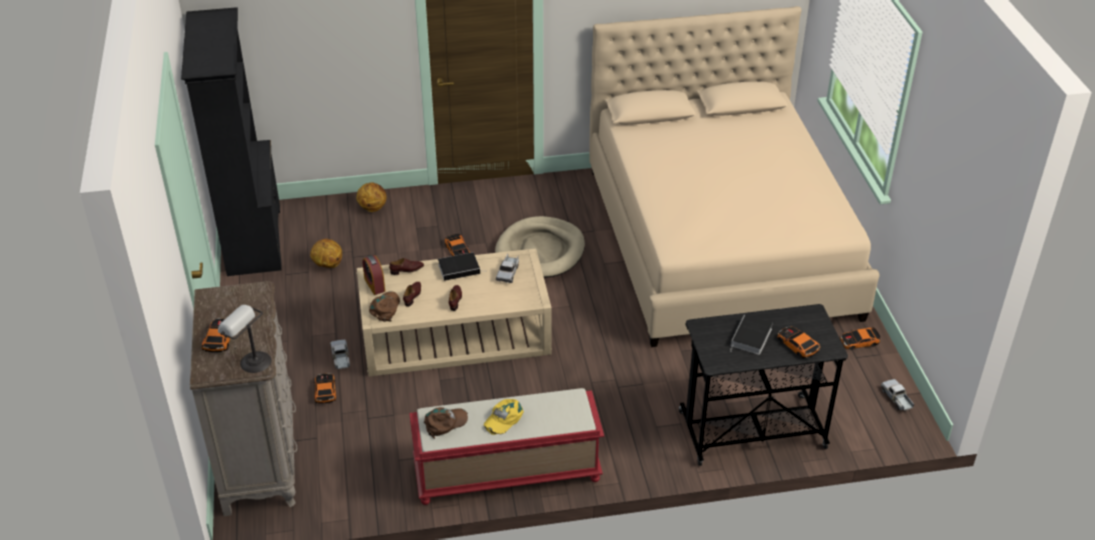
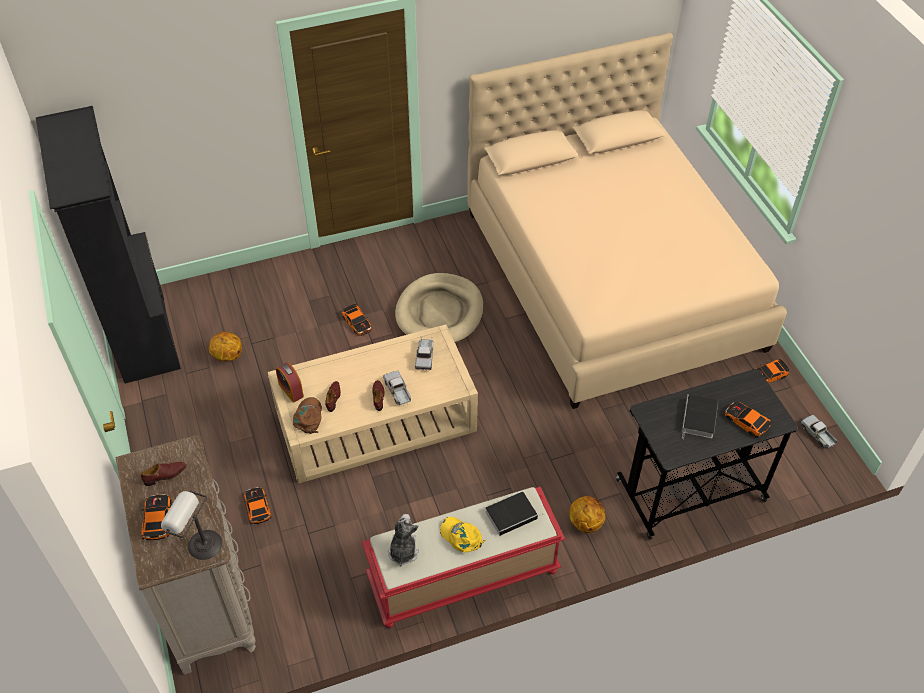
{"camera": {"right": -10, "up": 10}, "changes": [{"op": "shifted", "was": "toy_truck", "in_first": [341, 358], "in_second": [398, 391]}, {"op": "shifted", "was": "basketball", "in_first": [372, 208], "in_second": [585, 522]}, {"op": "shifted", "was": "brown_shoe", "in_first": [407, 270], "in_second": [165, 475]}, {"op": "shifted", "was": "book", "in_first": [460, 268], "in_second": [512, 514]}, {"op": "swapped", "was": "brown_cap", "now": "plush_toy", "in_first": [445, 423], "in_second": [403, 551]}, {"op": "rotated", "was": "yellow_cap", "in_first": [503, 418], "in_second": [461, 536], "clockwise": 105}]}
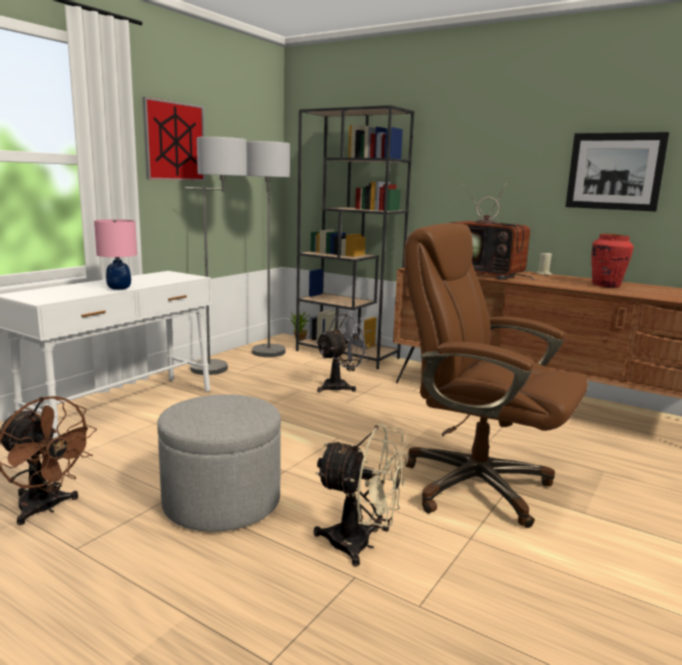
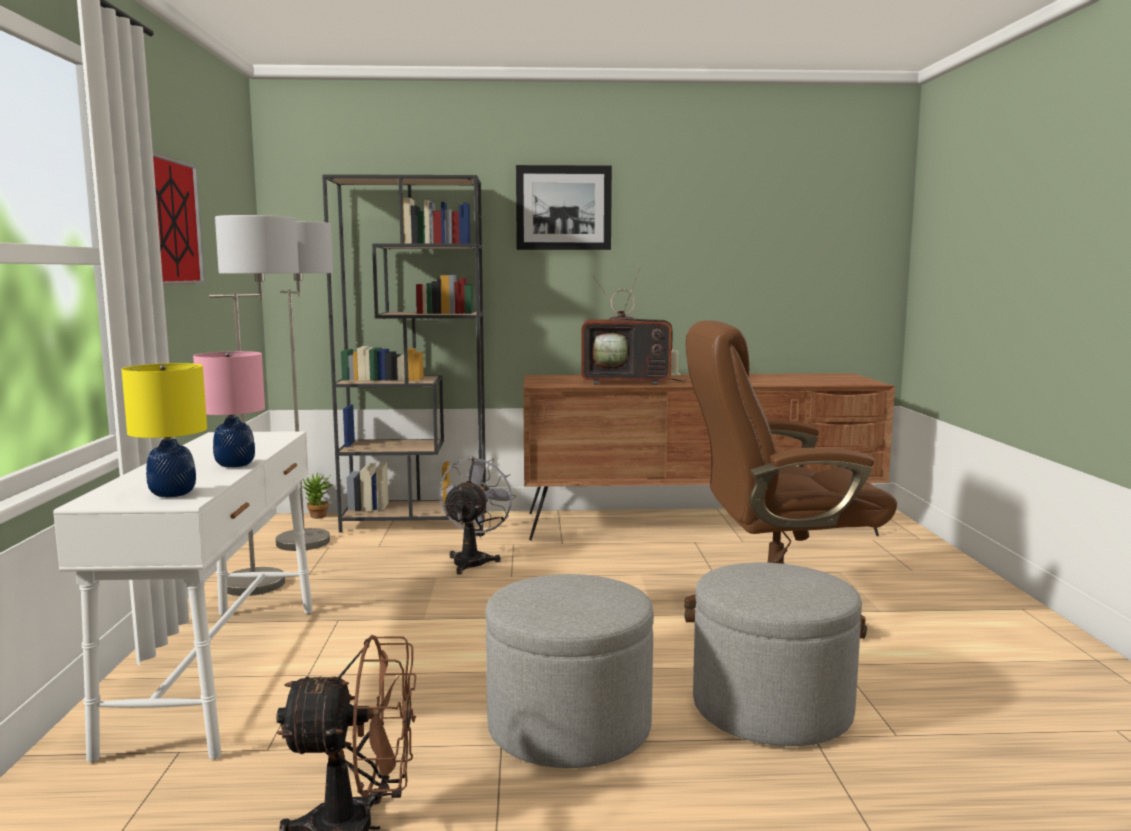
{"camera": {"right": -35, "up": -5}, "changes": [{"op": "gone", "was": "red_vase", "in_first": [606, 285]}, {"op": "new", "now": "yellow_table_lamp", "in_second": [171, 495]}, {"op": "shifted", "was": "picture", "in_first": [614, 171], "in_second": [563, 208]}, {"op": "swapped", "was": "beige_fan", "now": "grey_ottoman", "in_first": [361, 545], "in_second": [771, 708]}]}
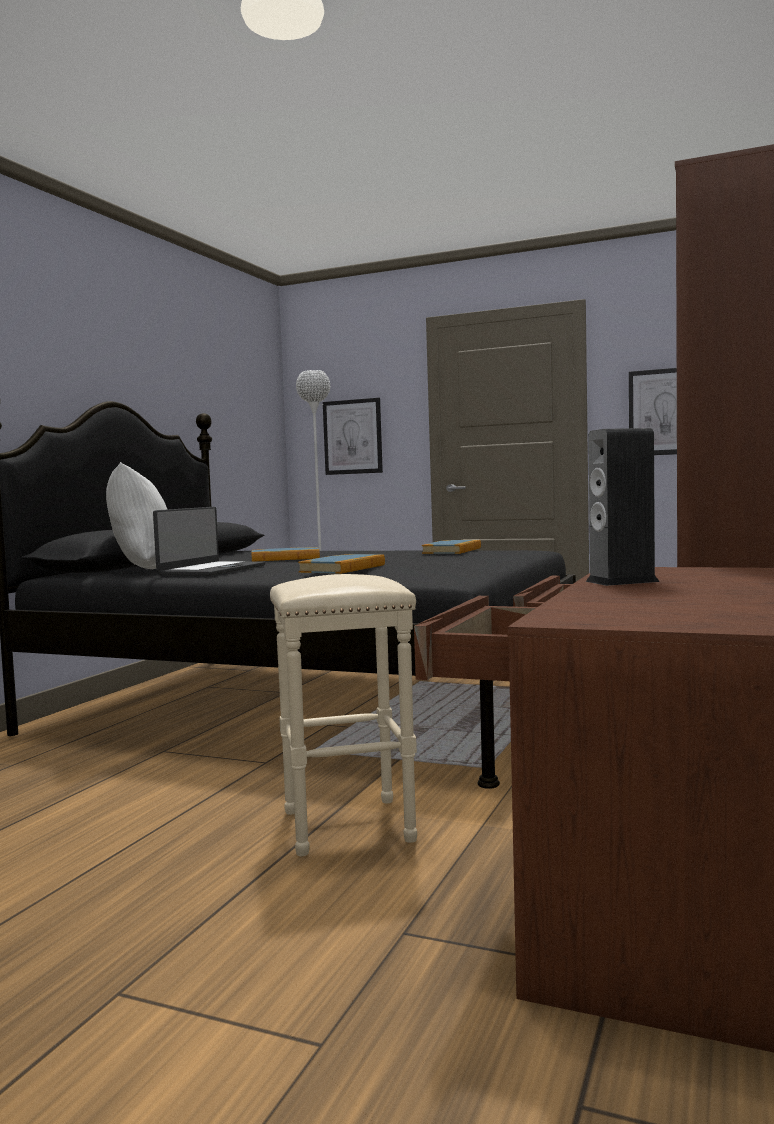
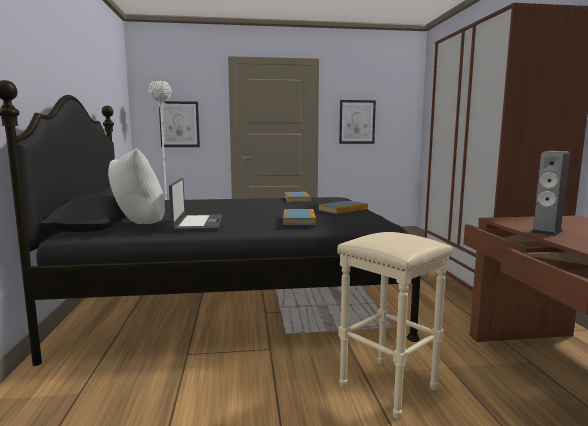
{"camera": {"right": -30, "up": 5}, "changes": [{"op": "shifted", "was": "book", "in_first": [285, 558], "in_second": [343, 209]}]}
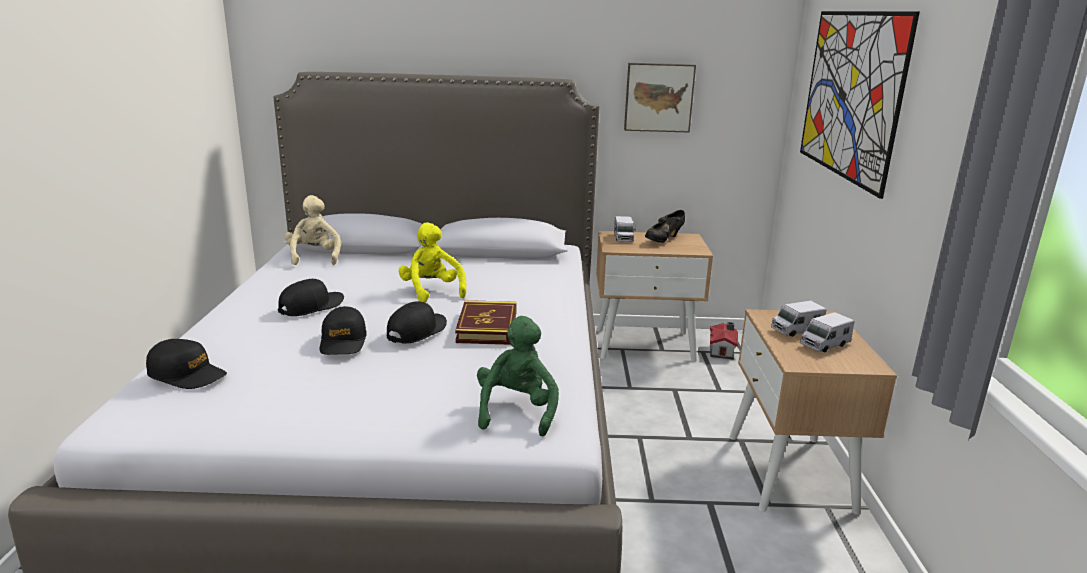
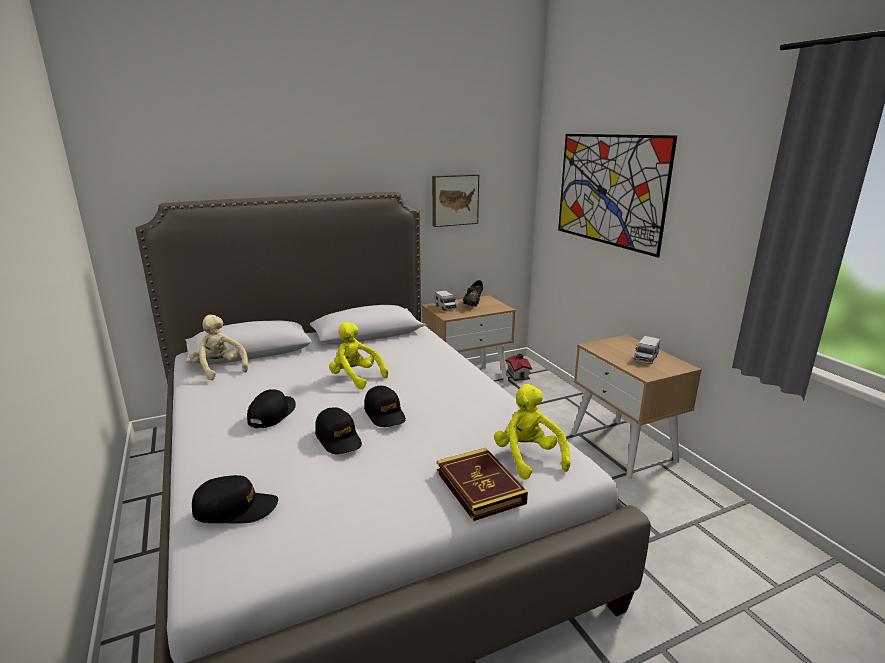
{"camera": {"right": -25, "up": 0}, "changes": [{"op": "gone", "was": "toy_truck", "in_first": [796, 330]}, {"op": "shifted", "was": "book", "in_first": [487, 327], "in_second": [479, 487]}, {"op": "repainted", "was": "green_plush_toy", "now": "yellow_plush_toy", "in_first": [517, 411], "in_second": [528, 457]}, {"op": "rotated", "was": "black_cap", "in_first": [417, 331], "in_second": [385, 414], "clockwise": 150}]}
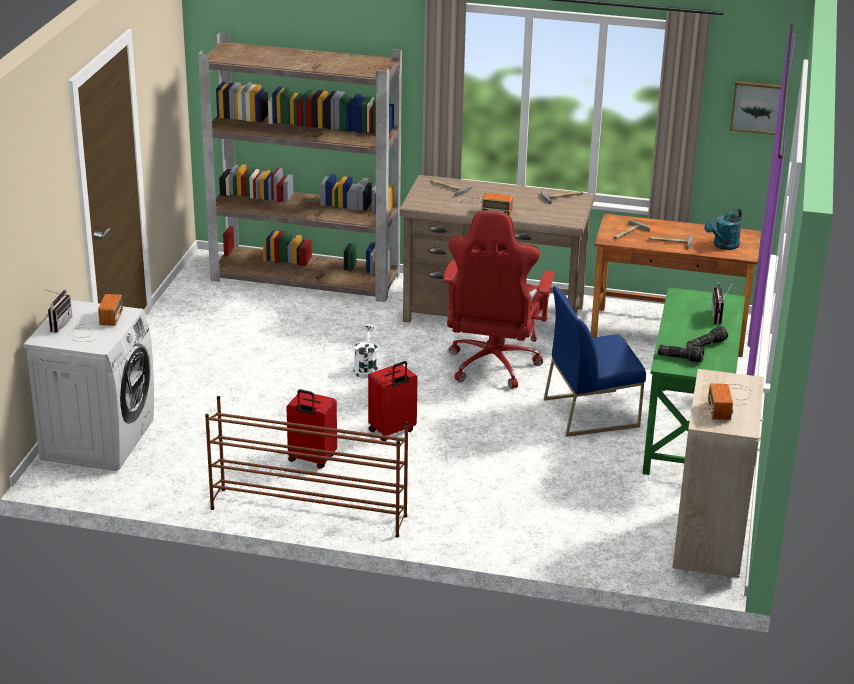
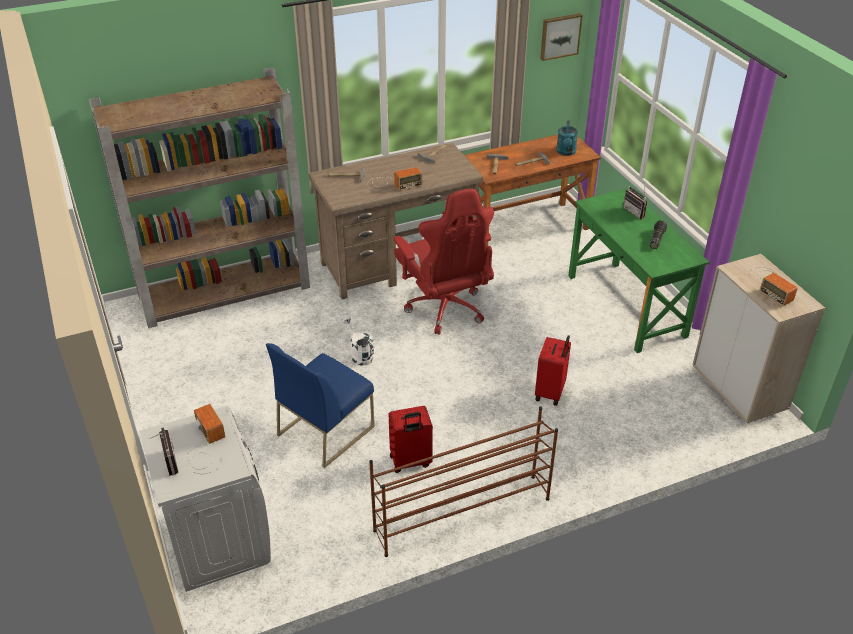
{"camera": {"right": -35, "up": 10}, "changes": [{"op": "gone", "was": "flashlight", "in_first": [680, 358]}, {"op": "shifted", "was": "red_suitcase", "in_first": [392, 431], "in_second": [551, 392]}, {"op": "shifted", "was": "blue_chair", "in_first": [591, 412], "in_second": [326, 430]}]}
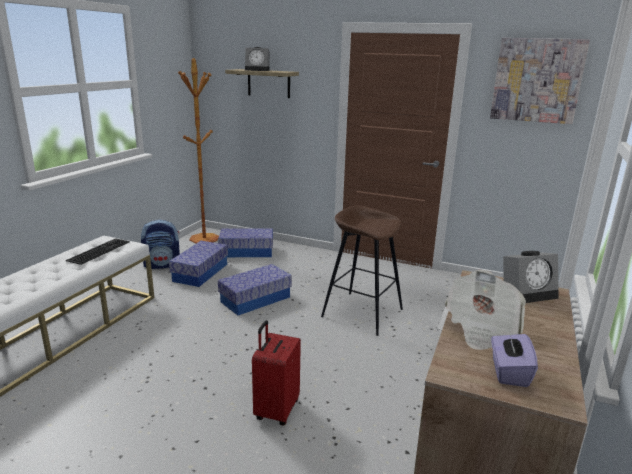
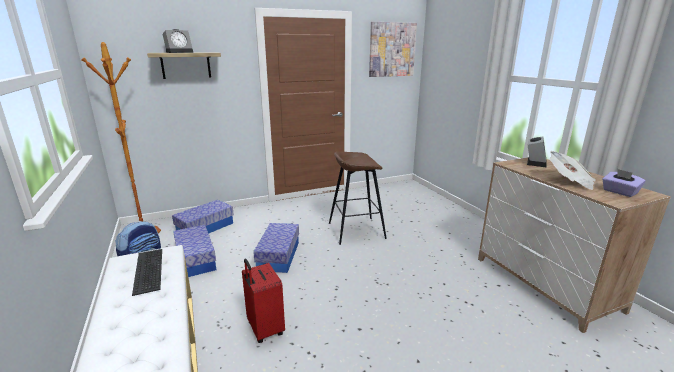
{"camera": {"right": -45, "up": 0}, "changes": [{"op": "shifted", "was": "red_suitcase", "in_first": [276, 410], "in_second": [264, 329]}]}
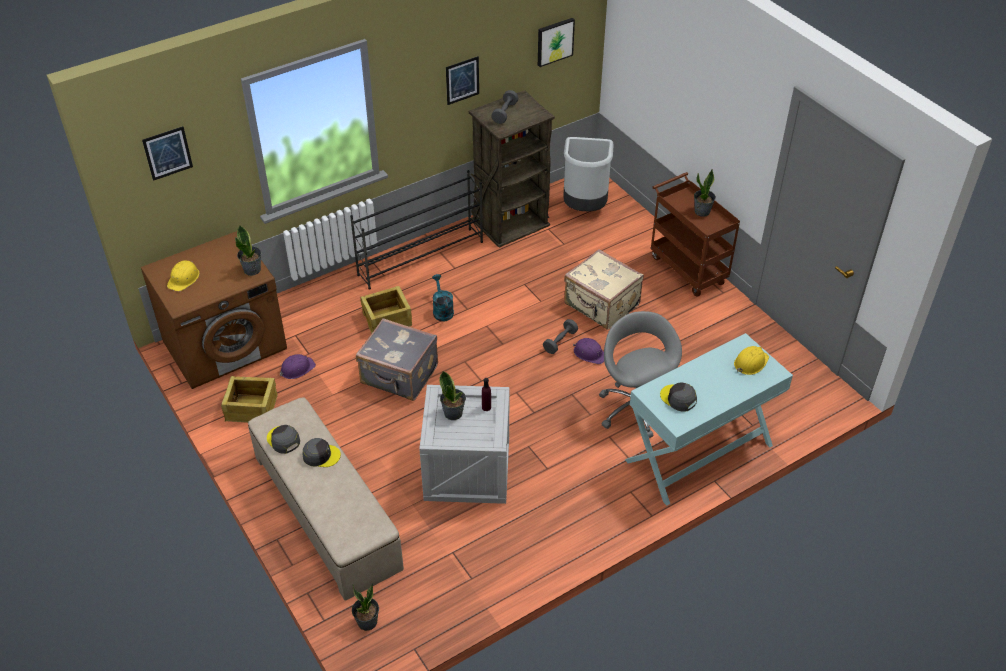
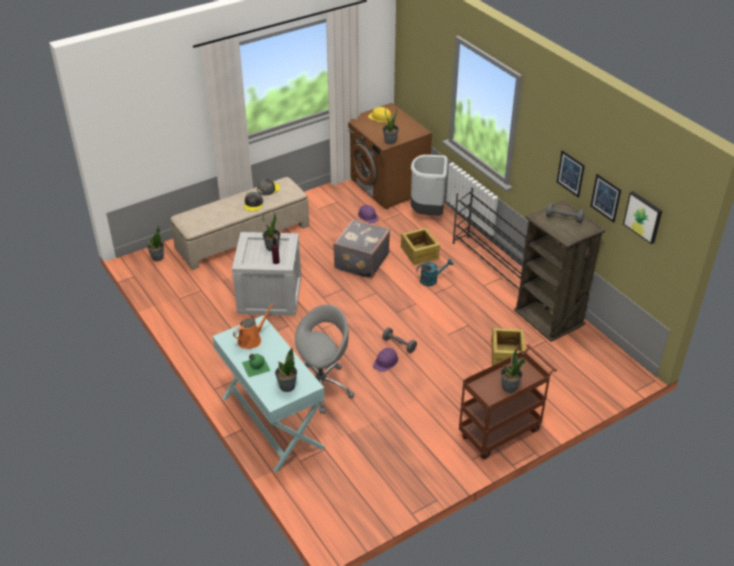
{"camera": {"right": 90, "up": -5}, "changes": [{"op": "gone", "was": "beige_suitcase", "in_first": [601, 305]}, {"op": "new", "now": "green_bottle", "in_second": [255, 366]}, {"op": "shifted", "was": "picture", "in_first": [167, 153], "in_second": [605, 198]}, {"op": "shifted", "was": "crate", "in_first": [252, 409], "in_second": [506, 355]}, {"op": "shifted", "was": "grey_trash_can", "in_first": [584, 208], "in_second": [428, 213]}, {"op": "swapped", "was": "grey_cap", "now": "orange_watering_can", "in_first": [678, 398], "in_second": [251, 339]}, {"op": "swapped", "was": "yellow_hard_hat", "now": "potted_plant", "in_first": [750, 362], "in_second": [287, 386]}]}
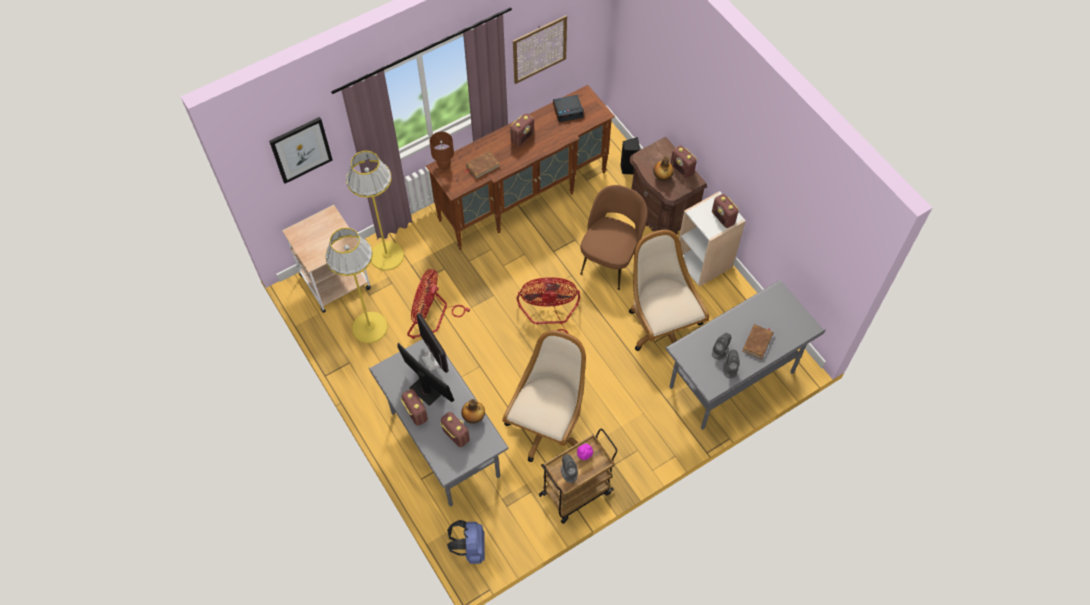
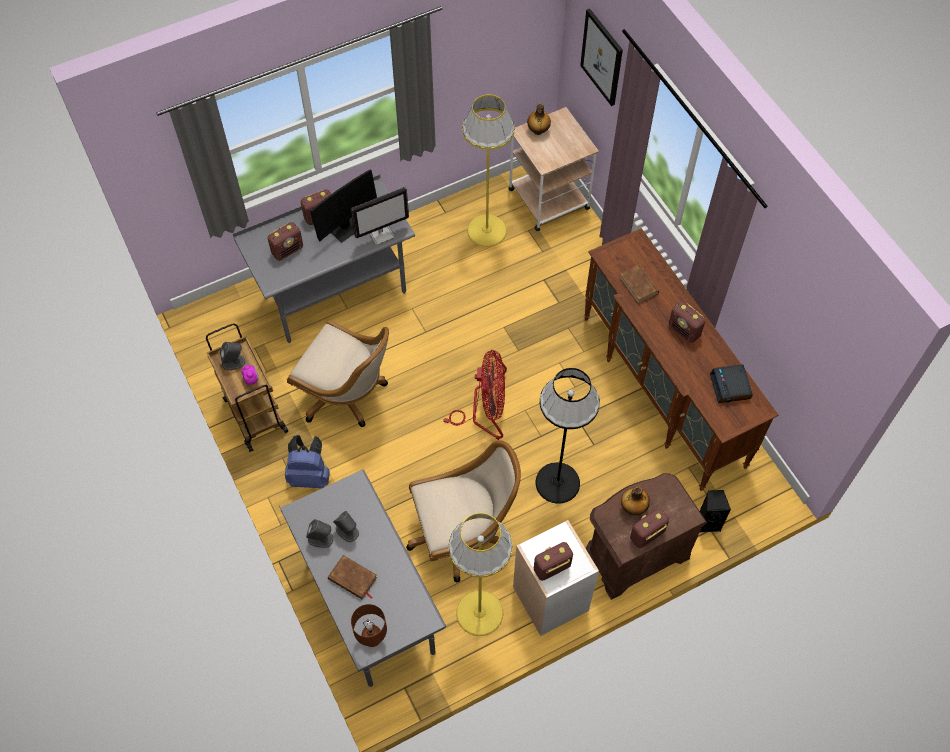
{"camera": {"right": 95, "up": 0}, "changes": [{"op": "gone", "was": "red_fan", "in_first": [434, 314]}, {"op": "gone", "was": "picture", "in_first": [539, 48]}, {"op": "shifted", "was": "yellow_floor_lamp", "in_first": [387, 255], "in_second": [480, 613]}, {"op": "shifted", "was": "brown_table_lamp", "in_first": [444, 165], "in_second": [371, 639]}, {"op": "shifted", "was": "blue_backpack", "in_first": [470, 548], "in_second": [310, 475]}, {"op": "shifted", "was": "bottle", "in_first": [474, 417], "in_second": [538, 131]}, {"op": "swapped", "was": "brown_chair", "now": "black_floor_lamp", "in_first": [610, 262], "in_second": [557, 483]}]}
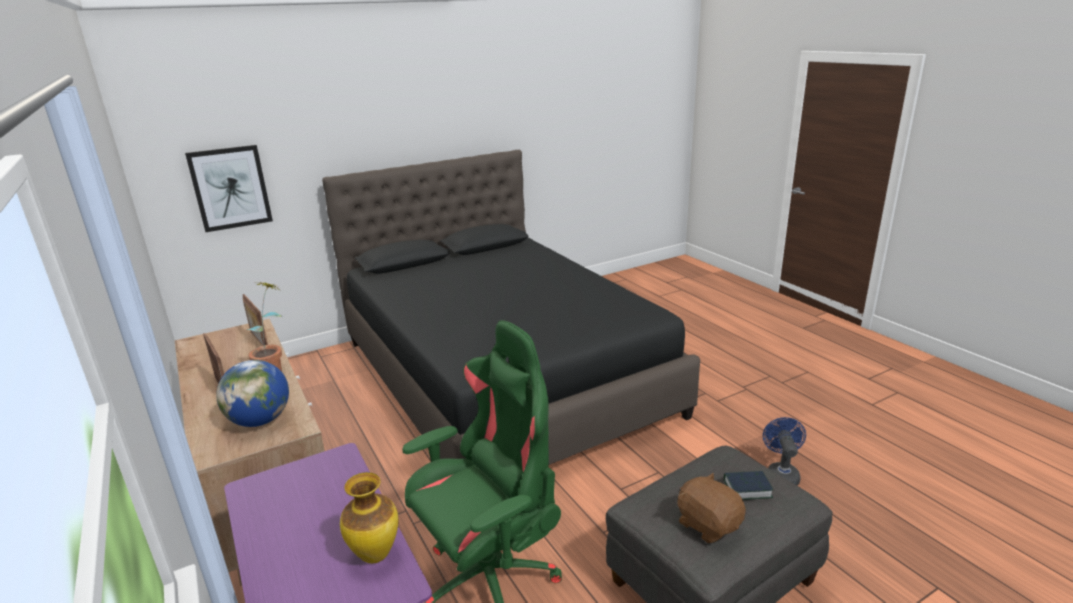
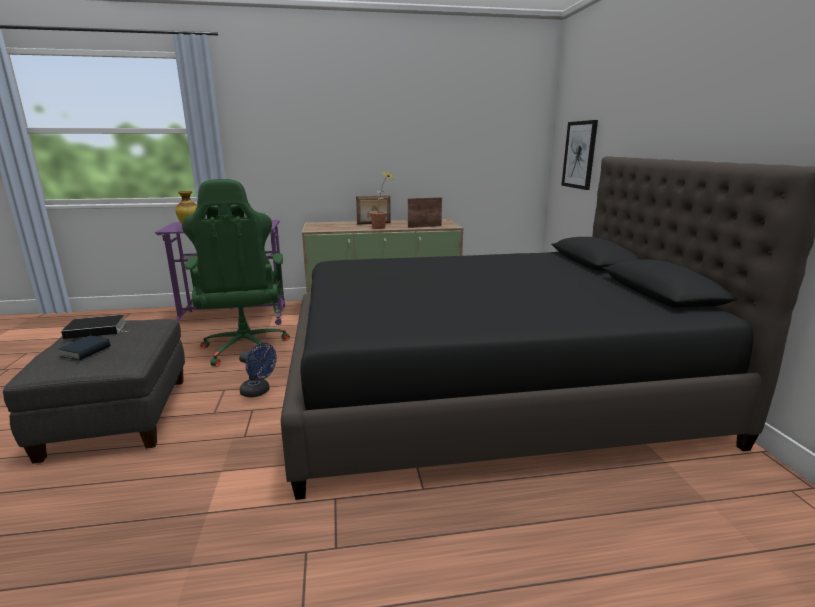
{"camera": {"right": 110, "up": -5}, "changes": [{"op": "gone", "was": "globe", "in_first": [260, 420]}, {"op": "shifted", "was": "blue_fan", "in_first": [781, 474], "in_second": [259, 392]}, {"op": "swapped", "was": "brown_plush_toy", "now": "book", "in_first": [708, 524], "in_second": [98, 330]}]}
